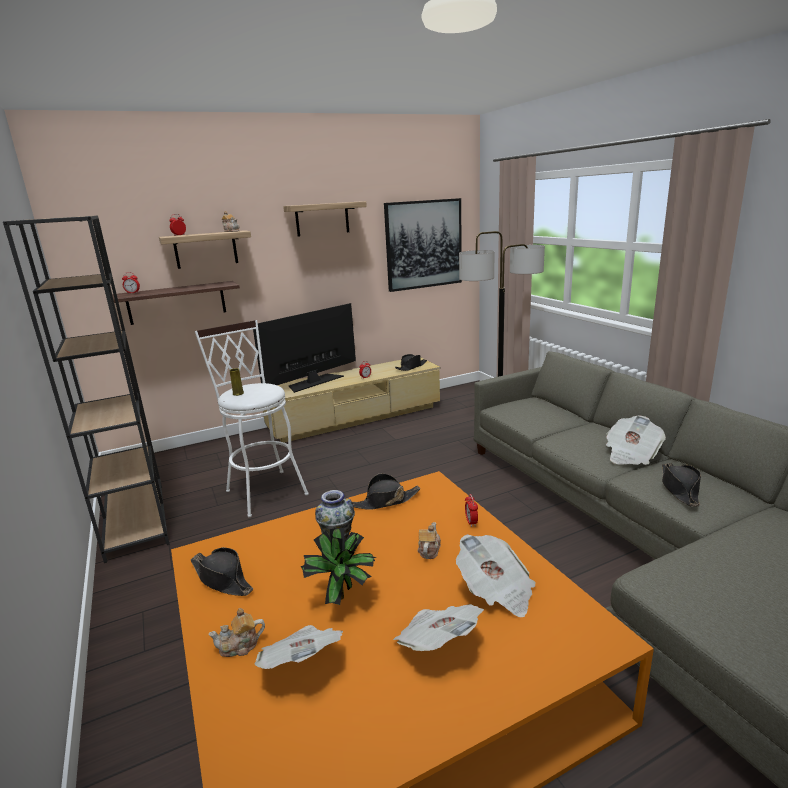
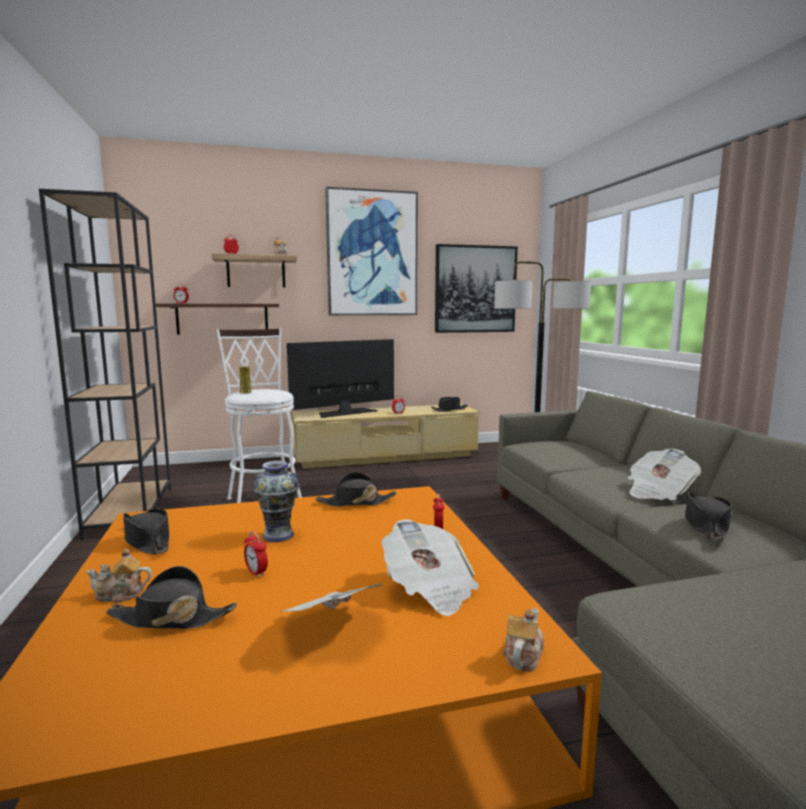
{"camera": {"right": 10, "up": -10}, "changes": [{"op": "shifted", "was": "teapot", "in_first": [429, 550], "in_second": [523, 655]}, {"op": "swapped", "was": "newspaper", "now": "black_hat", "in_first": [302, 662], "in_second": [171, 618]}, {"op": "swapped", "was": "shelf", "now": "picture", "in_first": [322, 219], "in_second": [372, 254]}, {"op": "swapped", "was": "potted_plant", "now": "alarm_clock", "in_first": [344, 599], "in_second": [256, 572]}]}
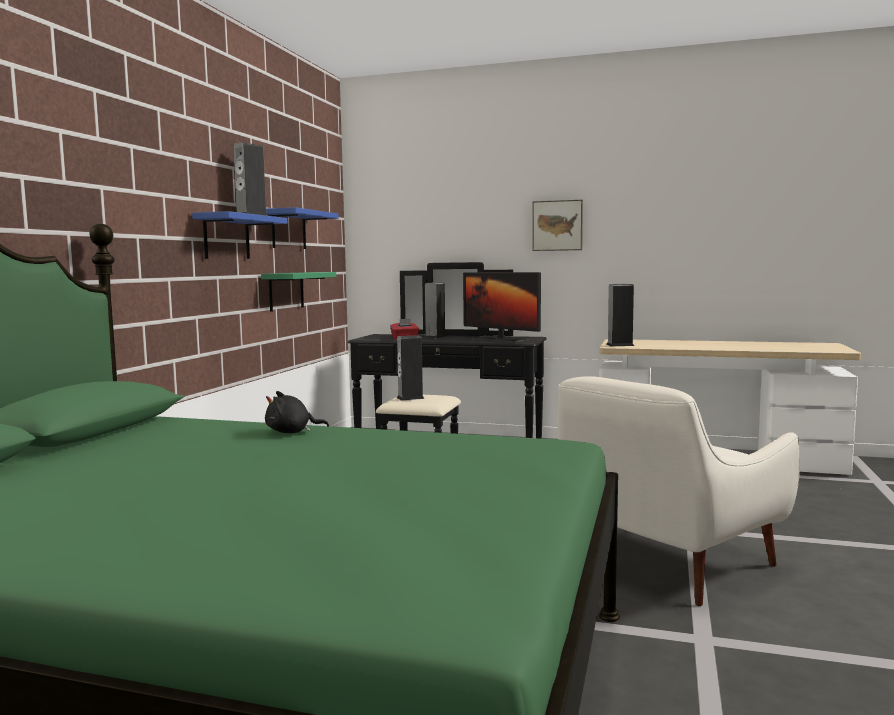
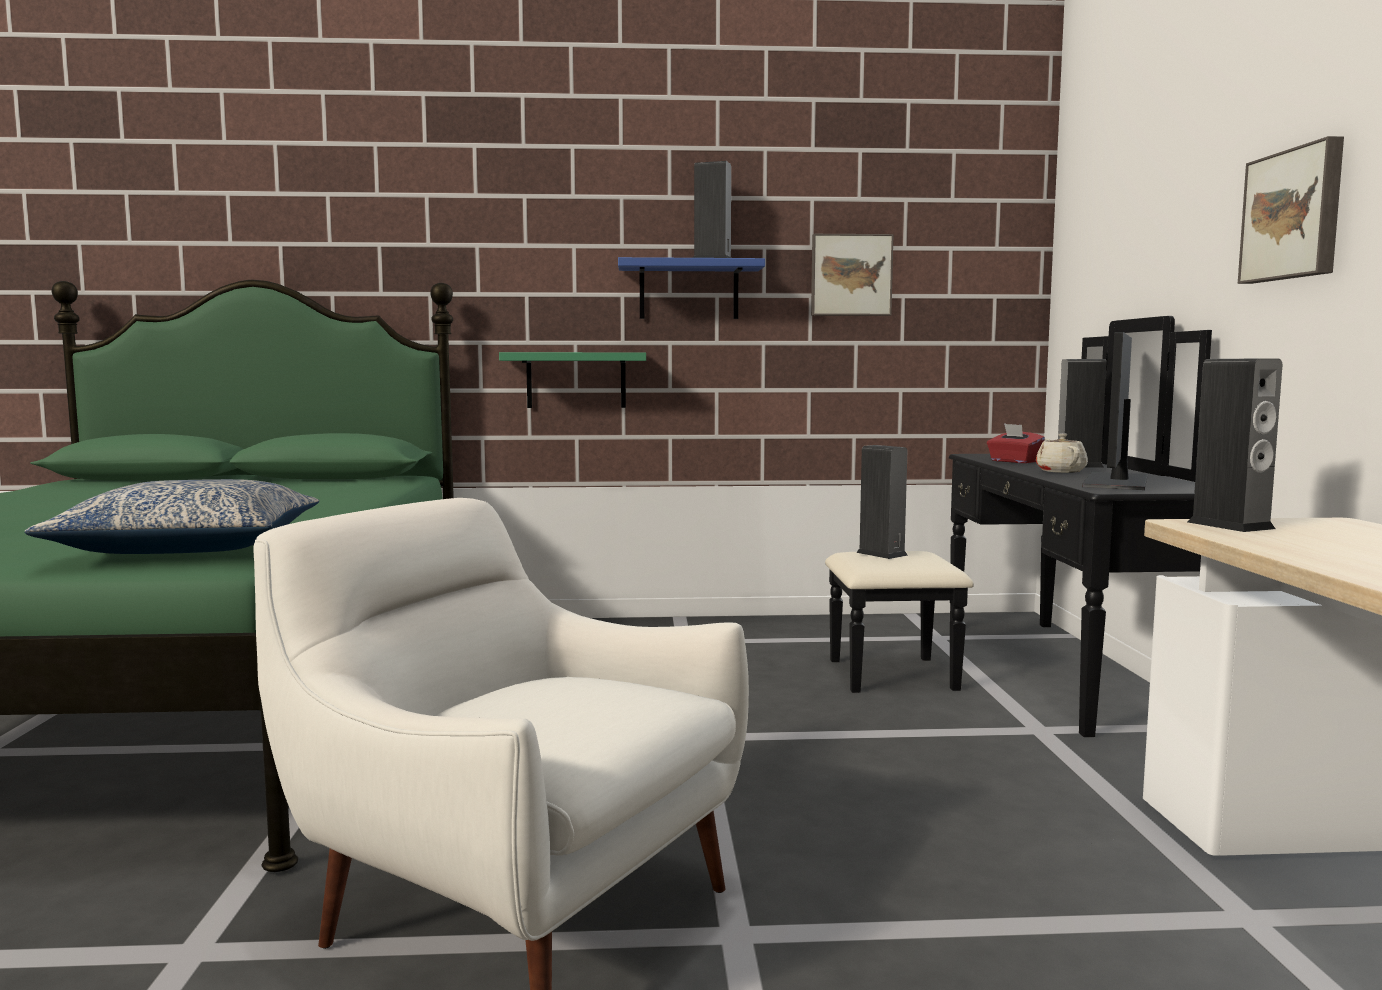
{"camera": {"right": 70, "up": 0}, "changes": [{"op": "gone", "was": "black_plush_toy", "in_first": [292, 432]}, {"op": "new", "now": "pillow", "in_second": [190, 547]}, {"op": "new", "now": "beige_teapot", "in_second": [1060, 471]}, {"op": "shifted", "was": "green_shelf", "in_first": [286, 291], "in_second": [576, 380]}, {"op": "swapped", "was": "blue_shelf", "now": "picture", "in_first": [288, 230], "in_second": [850, 275]}]}
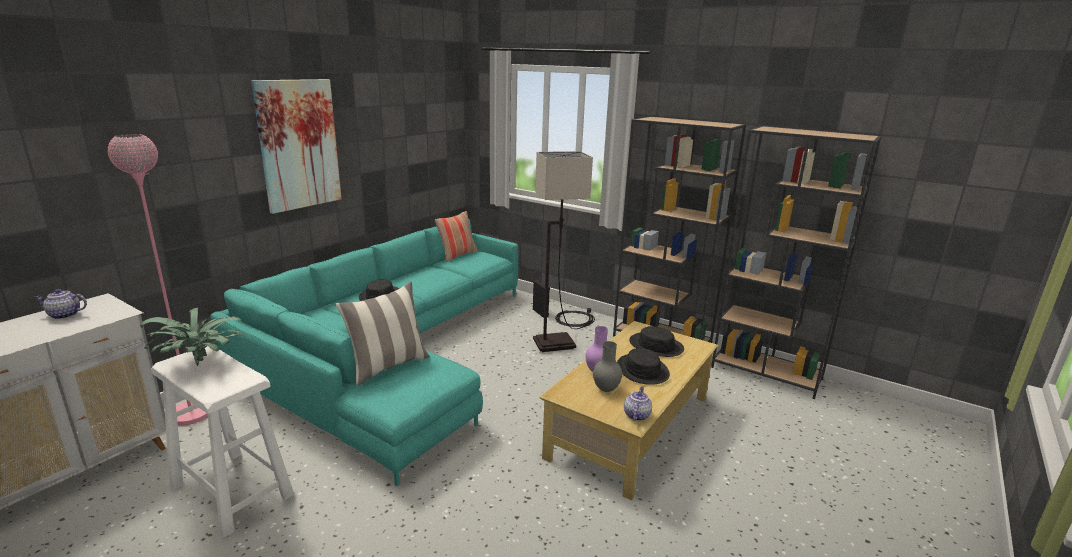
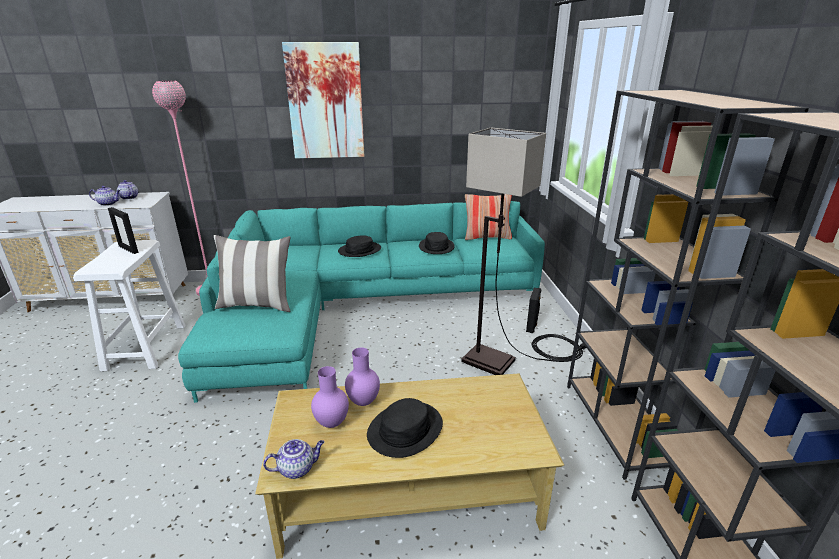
{"camera": {"right": 50, "up": 5}, "changes": [{"op": "new", "now": "teapot", "in_second": [108, 203]}, {"op": "shifted", "was": "black_hat", "in_first": [656, 345], "in_second": [436, 247]}, {"op": "swapped", "was": "potted_plant", "now": "picture_frame", "in_first": [201, 363], "in_second": [129, 249]}, {"op": "repainted", "was": "grey_vase", "now": "purple_vase", "in_first": [606, 390], "in_second": [331, 423]}]}
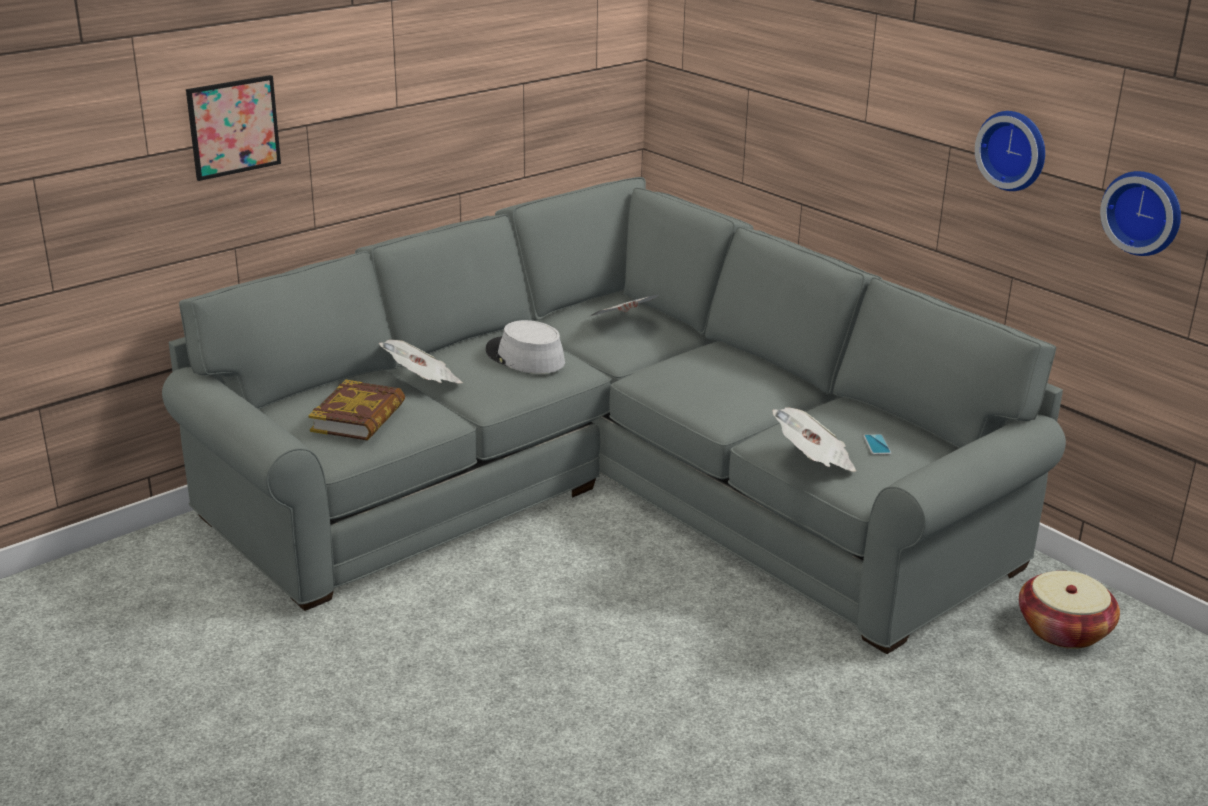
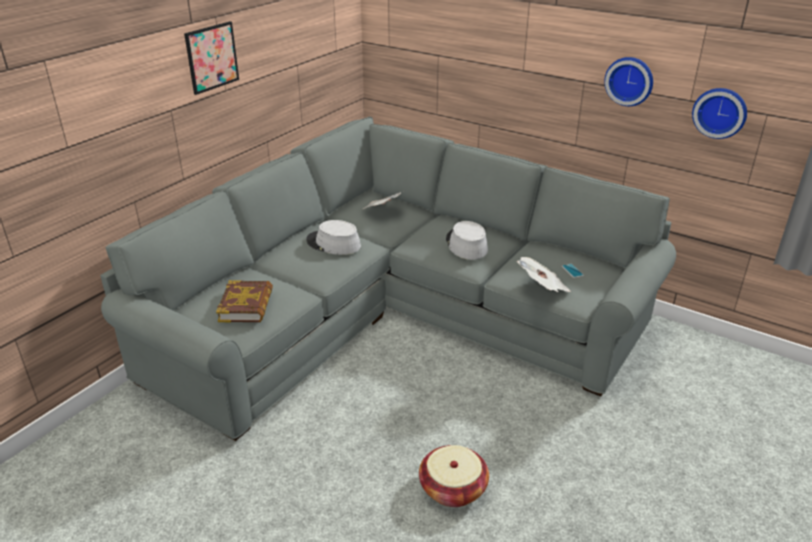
{"camera": {"right": -15, "up": 5}, "changes": [{"op": "gone", "was": "newspaper", "in_first": [422, 381]}, {"op": "new", "now": "grey_hat", "in_second": [466, 245]}, {"op": "shifted", "was": "picture", "in_first": [233, 127], "in_second": [212, 57]}, {"op": "shifted", "was": "basket", "in_first": [1063, 630], "in_second": [453, 488]}]}
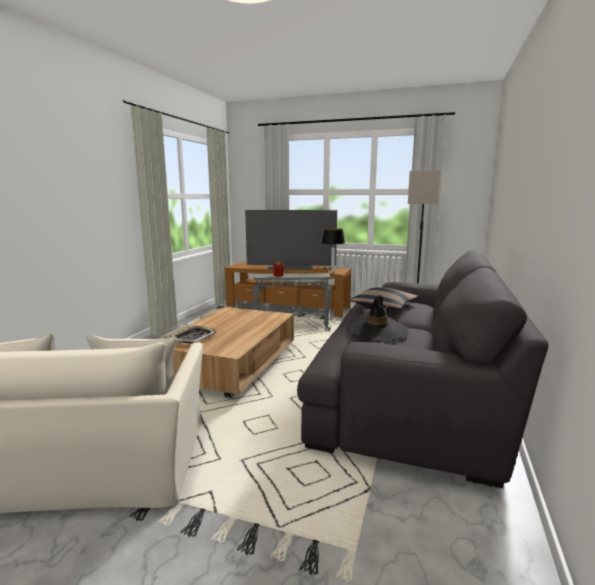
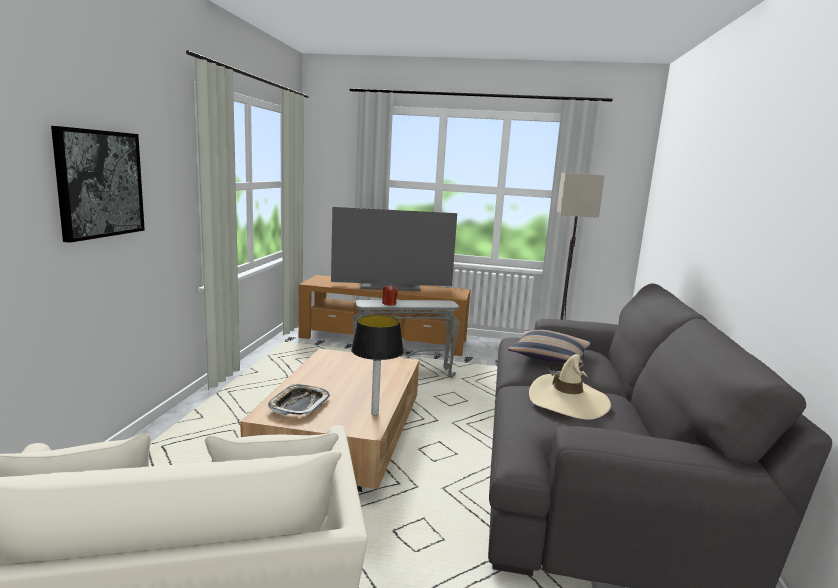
{"camera": {"right": -10, "up": 0}, "changes": [{"op": "new", "now": "picture", "in_second": [99, 184]}, {"op": "shifted", "was": "table_lamp", "in_first": [332, 272], "in_second": [374, 413]}, {"op": "repainted", "was": "black_hat", "now": "beige_hat", "in_first": [377, 331], "in_second": [568, 401]}]}
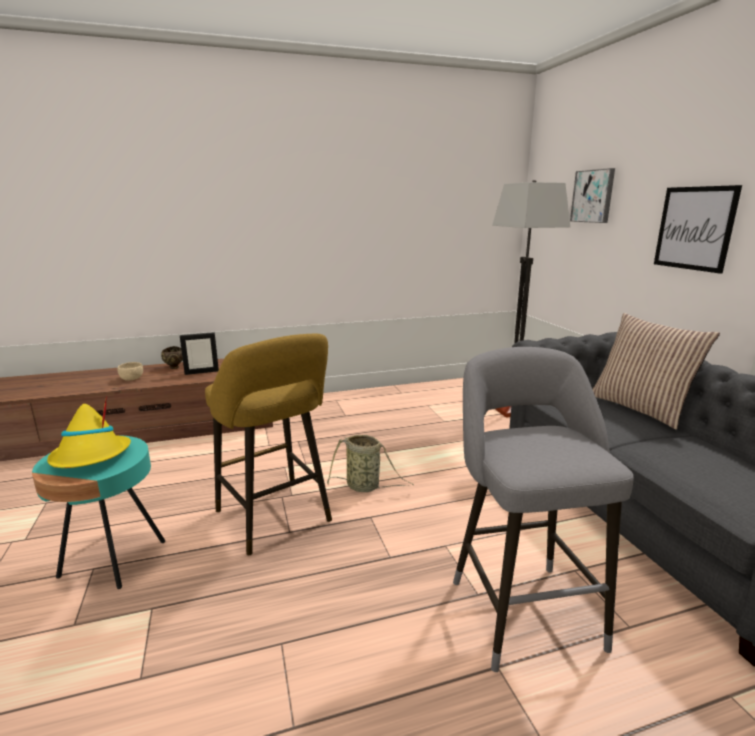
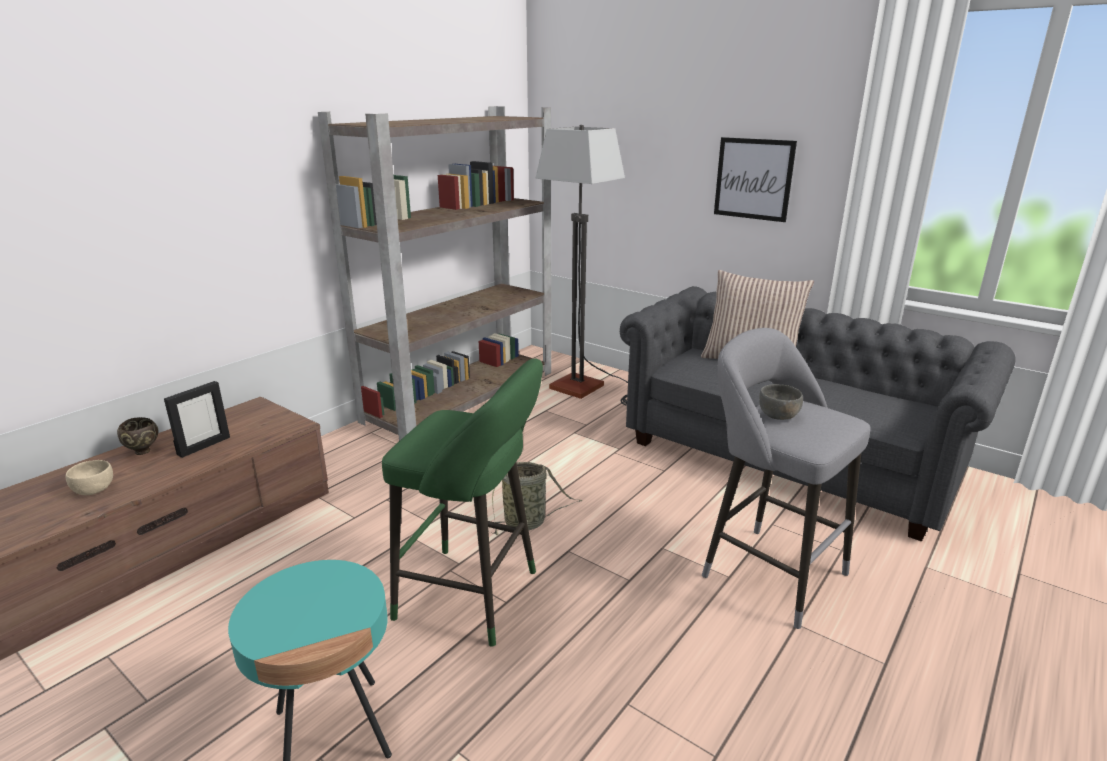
{"camera": {"right": -35, "up": 5}, "changes": [{"op": "gone", "was": "yellow_hat", "in_first": [91, 457]}, {"op": "gone", "was": "picture", "in_first": [593, 196]}, {"op": "new", "now": "brown_bookcase", "in_second": [462, 395]}, {"op": "new", "now": "grey_bowl", "in_second": [778, 415]}, {"op": "repainted", "was": "yellow_stool", "now": "green_stool", "in_first": [276, 519], "in_second": [475, 596]}]}
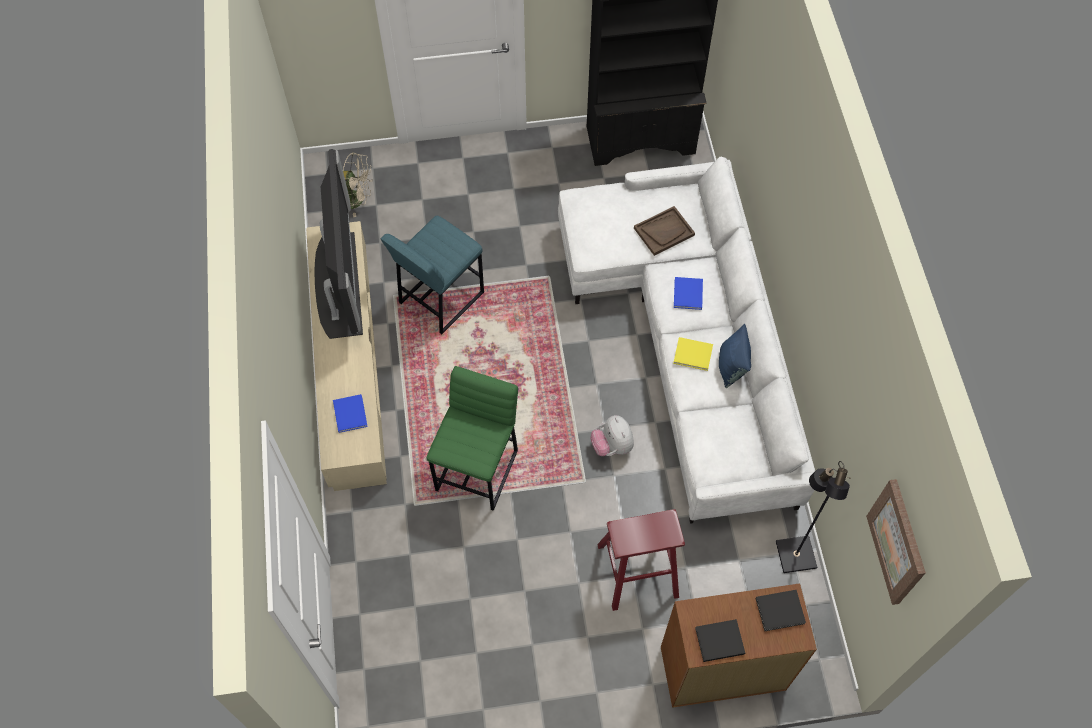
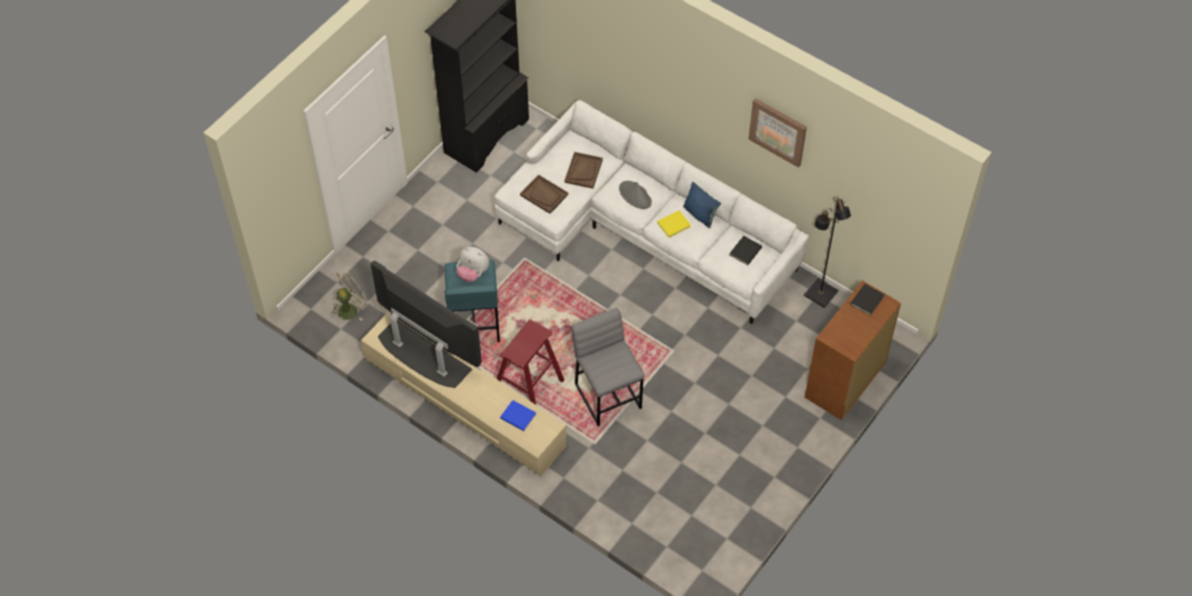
{"camera": {"right": -45, "up": -5}, "changes": [{"op": "new", "now": "brown_tray", "in_second": [544, 195]}, {"op": "shifted", "was": "plush_toy", "in_first": [612, 445], "in_second": [473, 273]}, {"op": "shifted", "was": "red_stool", "in_first": [637, 571], "in_second": [528, 385]}, {"op": "shifted", "was": "black_book", "in_first": [718, 641], "in_second": [745, 252]}, {"op": "shifted", "was": "picture", "in_first": [897, 542], "in_second": [778, 131]}, {"op": "swapped", "was": "blue_book", "now": "grey_hat", "in_first": [688, 295], "in_second": [635, 195]}, {"op": "repainted", "was": "green_stool", "now": "grey_stool", "in_first": [477, 468], "in_second": [607, 394]}]}
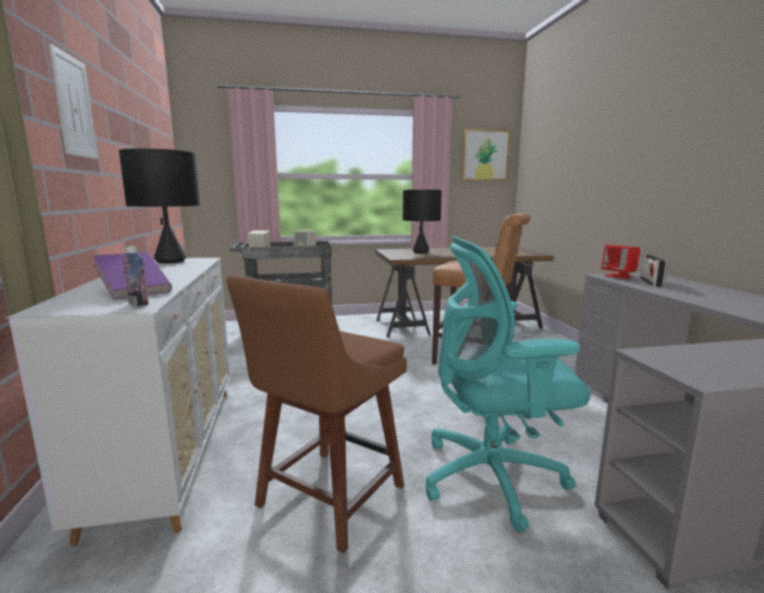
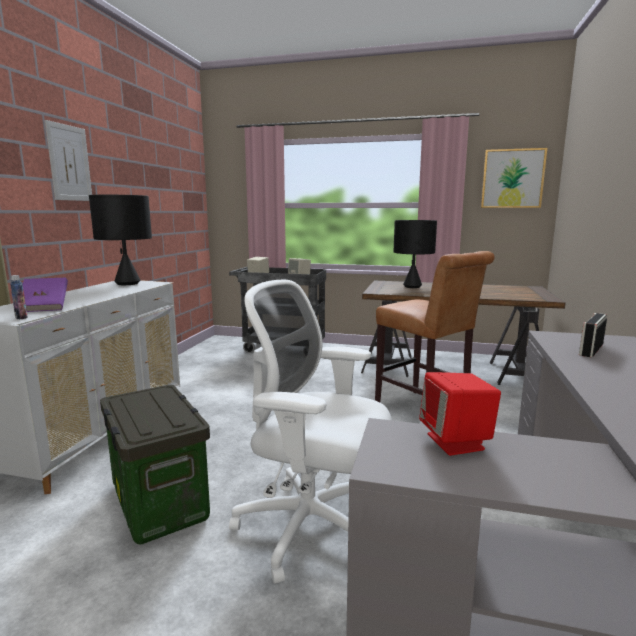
{"camera": {"right": 25, "up": 0}, "changes": [{"op": "shifted", "was": "red_speaker", "in_first": [618, 276], "in_second": [456, 442]}, {"op": "swapped", "was": "brown_stool", "now": "storage_box", "in_first": [326, 499], "in_second": [157, 502]}, {"op": "repainted", "was": "turquoise_office_chair", "now": "white_office_chair", "in_first": [499, 473], "in_second": [317, 526]}]}
